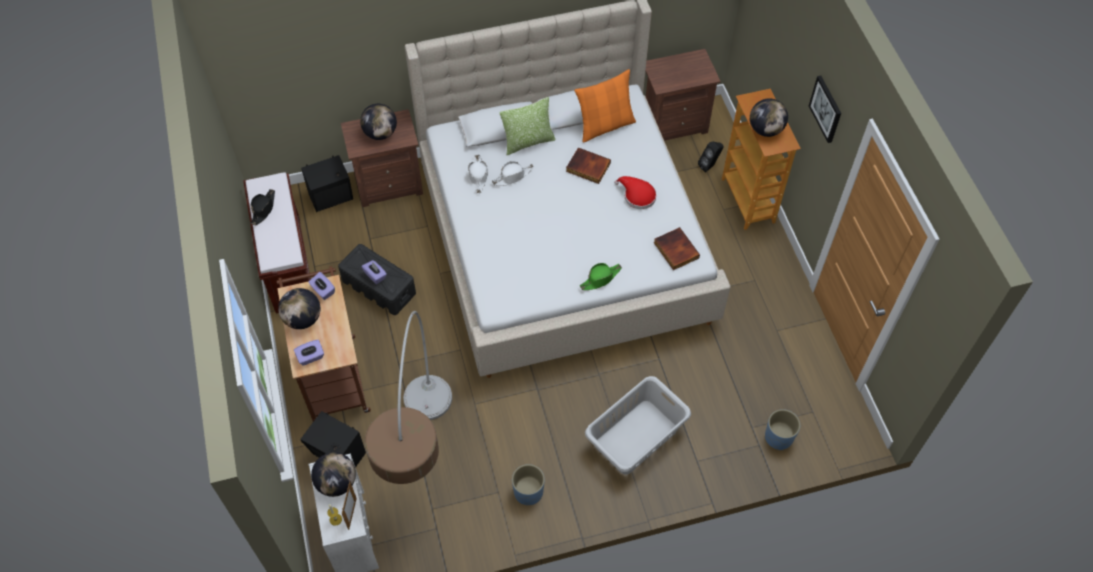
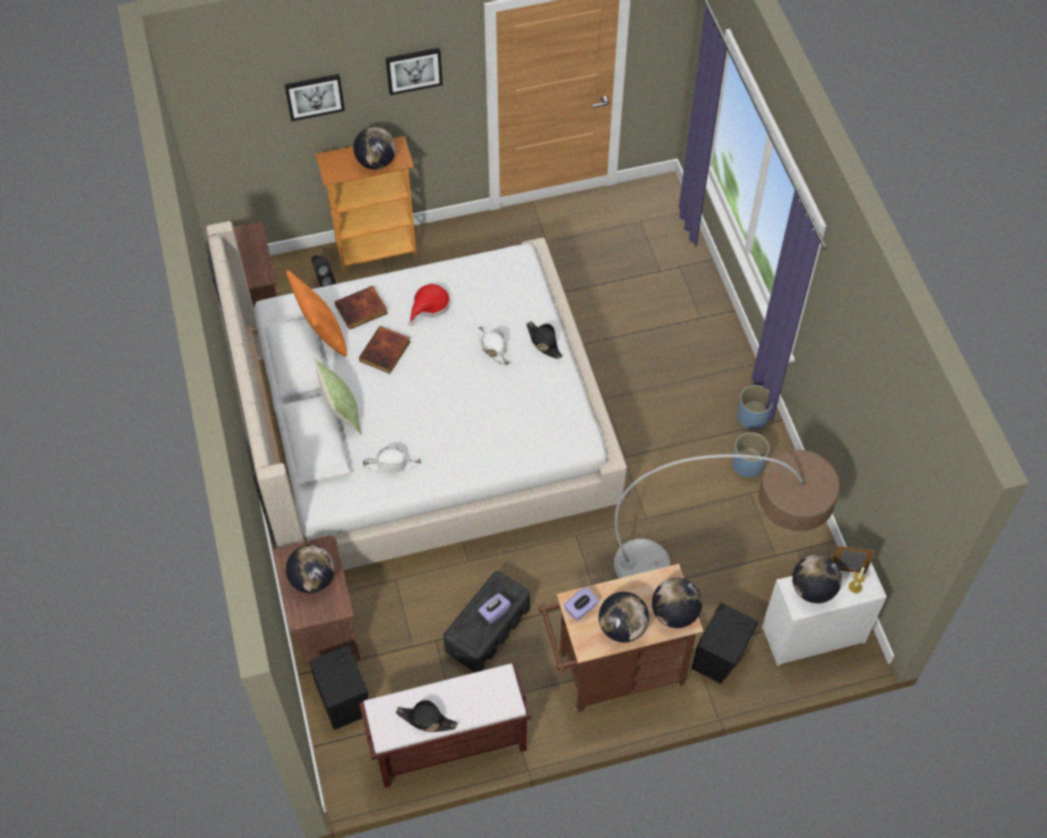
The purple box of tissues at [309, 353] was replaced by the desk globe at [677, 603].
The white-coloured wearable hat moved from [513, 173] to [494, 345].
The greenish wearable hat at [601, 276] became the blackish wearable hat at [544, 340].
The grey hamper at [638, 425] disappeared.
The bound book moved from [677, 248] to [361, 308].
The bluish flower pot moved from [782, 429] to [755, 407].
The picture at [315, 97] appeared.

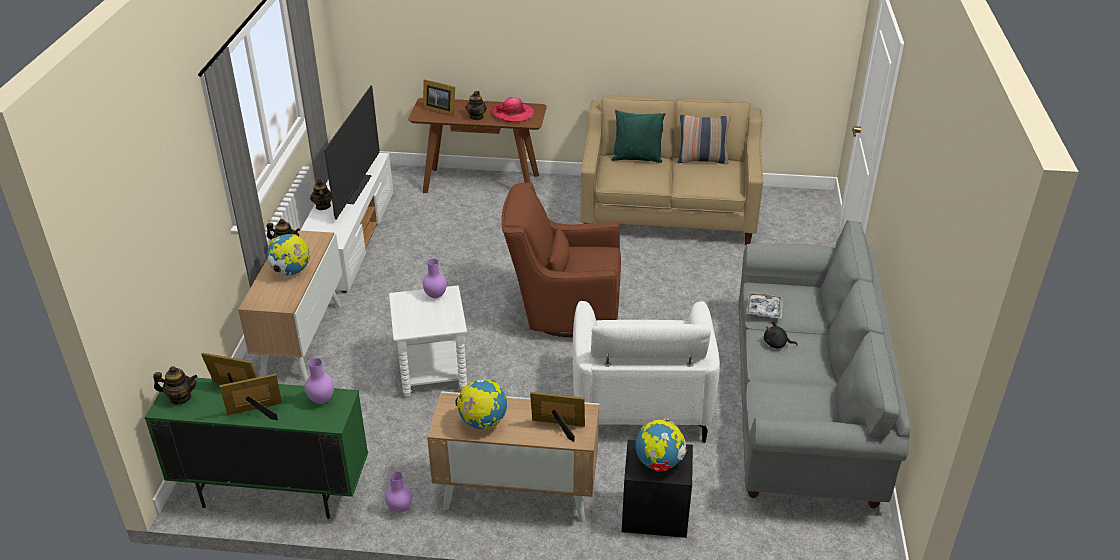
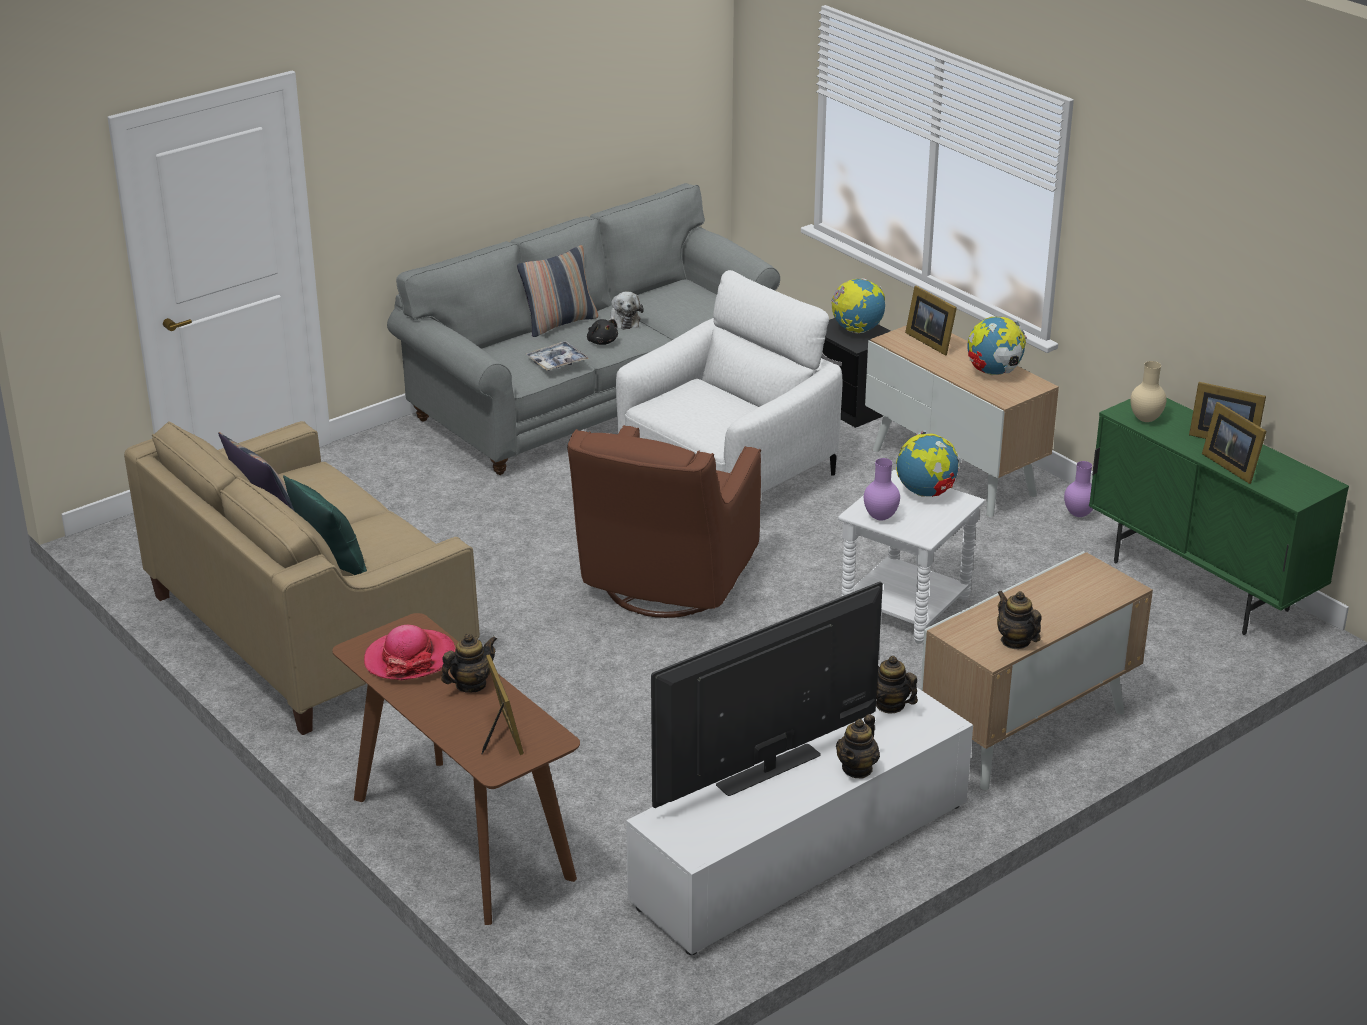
The teapot moved from [175, 385] to [897, 685].
The desk globe moved from [288, 255] to [928, 463].
The purple decorative vase at [319, 381] became the beige decorative vase at [1148, 391].
The brown-coloured lounge chair at [561, 259] turned 60 degrees clockwise.
The cushion at [557, 291] appeared.
The plush toy at [626, 311] appeared.

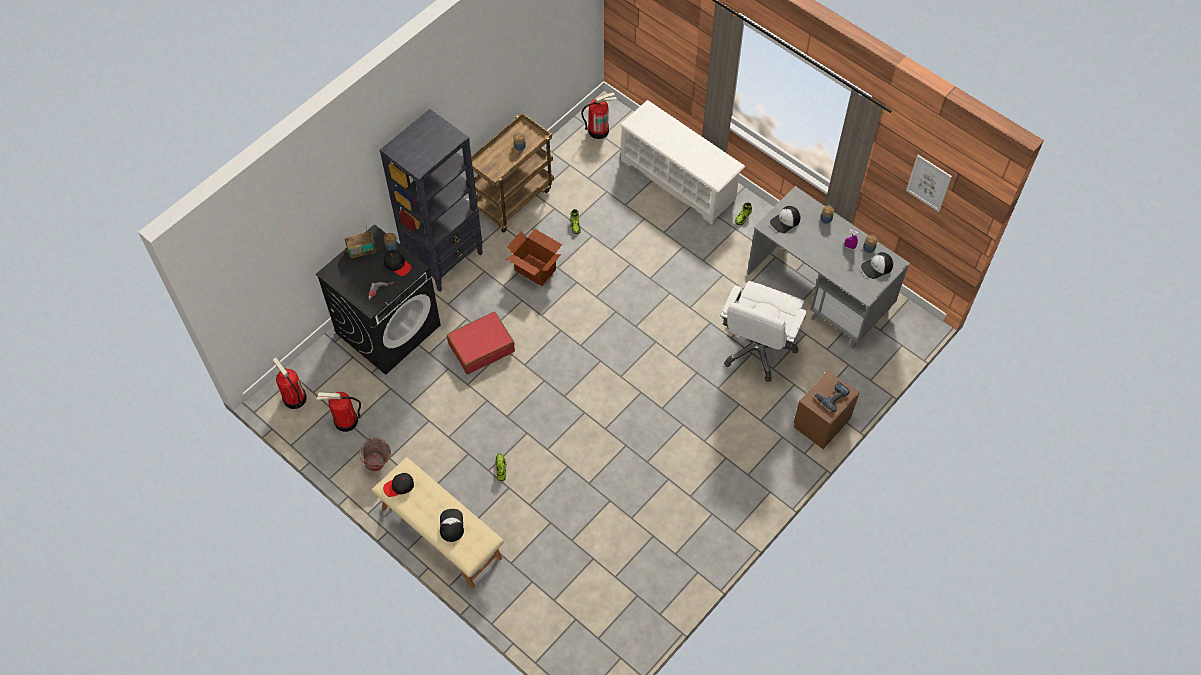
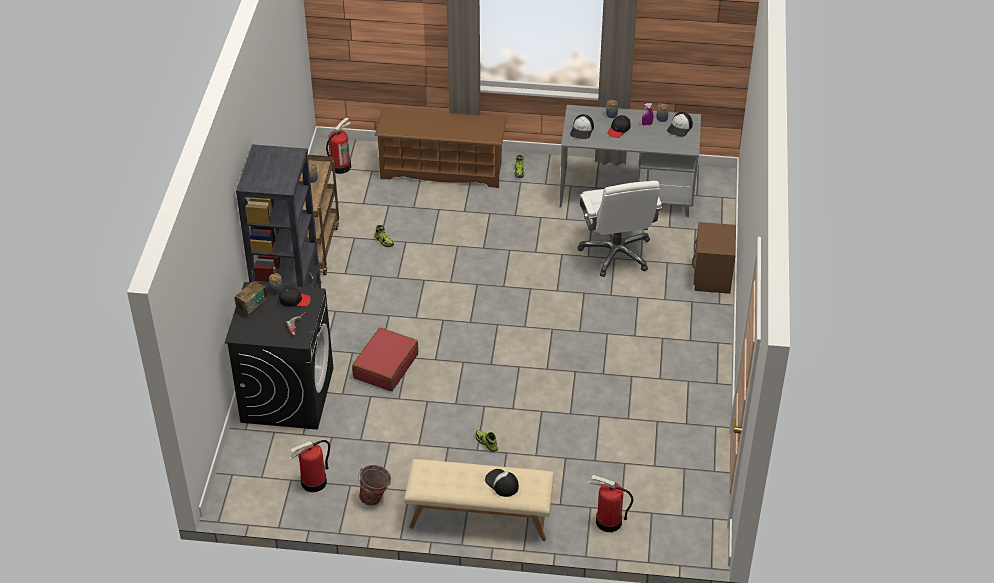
The extinguisher moved from [289, 383] to [610, 503].
The blackish cap moved from [398, 485] to [618, 126].
The packing box at [534, 257] disappeared.
The white-coloured shoe shelf at [682, 162] became the brown-coloured shoe shelf at [441, 148].
The electric drill at [832, 396] disappeared.
The picture at [929, 183] disappeared.

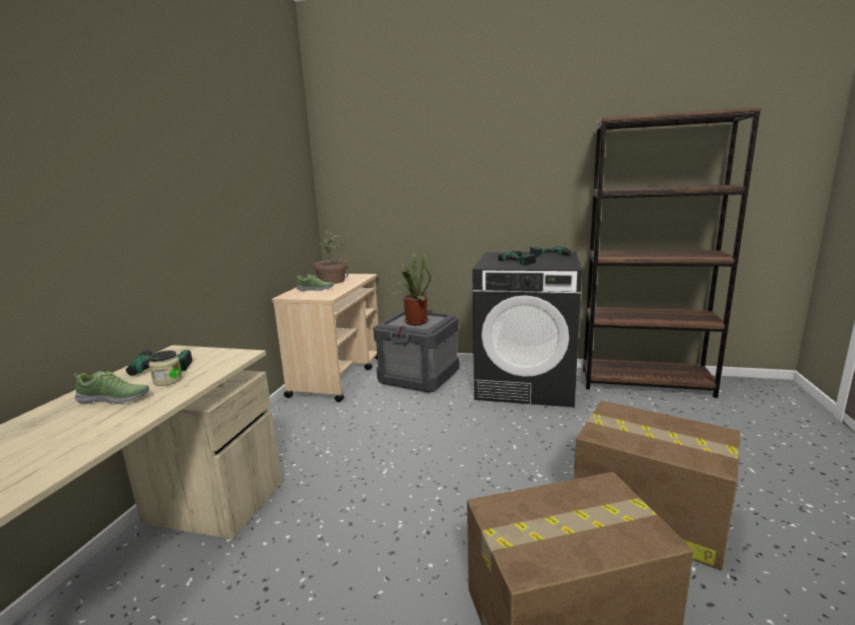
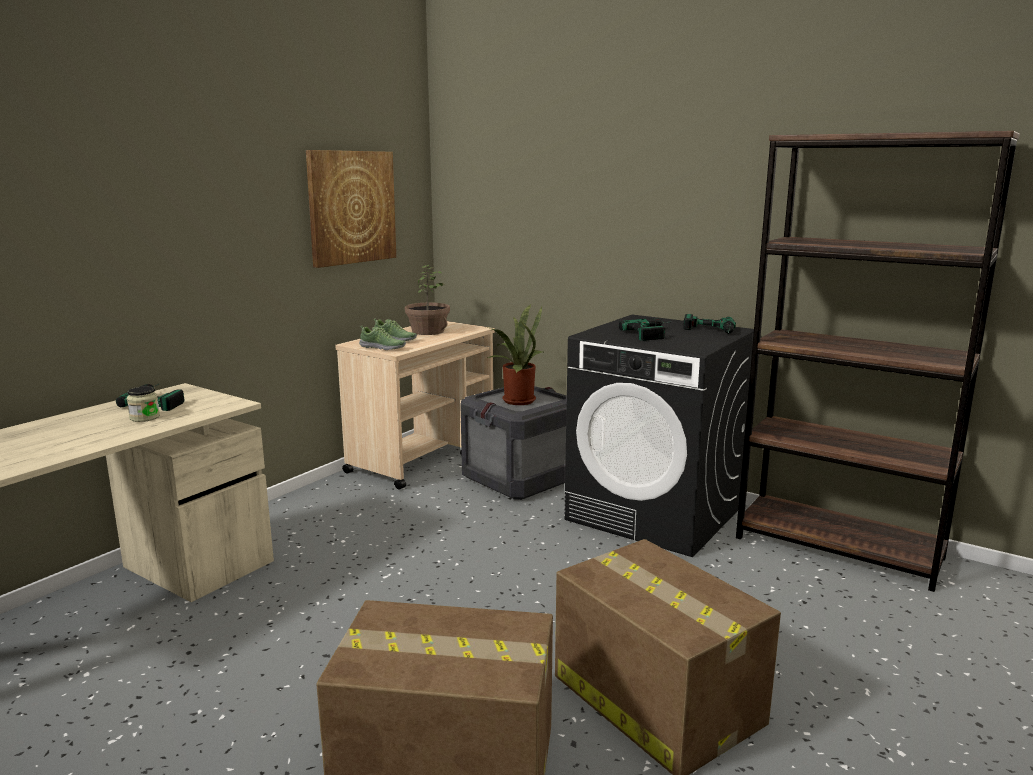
The low shoe moved from [111, 387] to [382, 338].
The picture at [351, 209] appeared.

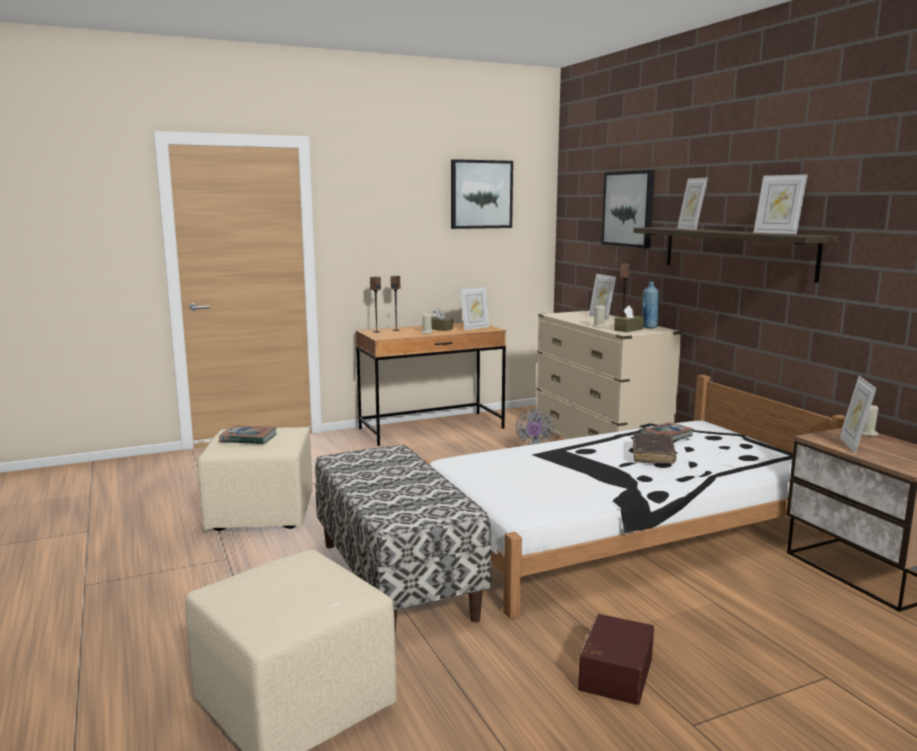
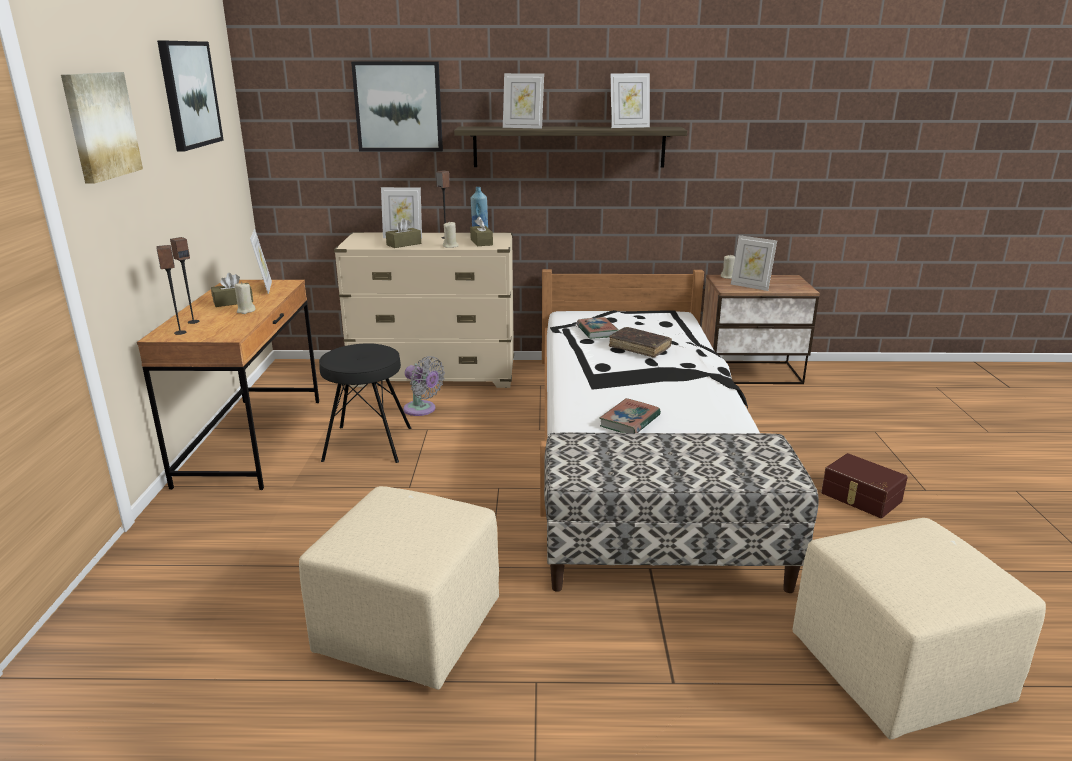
The bound book moved from [248, 434] to [630, 415].
The picture at [102, 128] appeared.
The blackish stool at [365, 403] appeared.
The brown-coloured box of tissues at [403, 233] appeared.

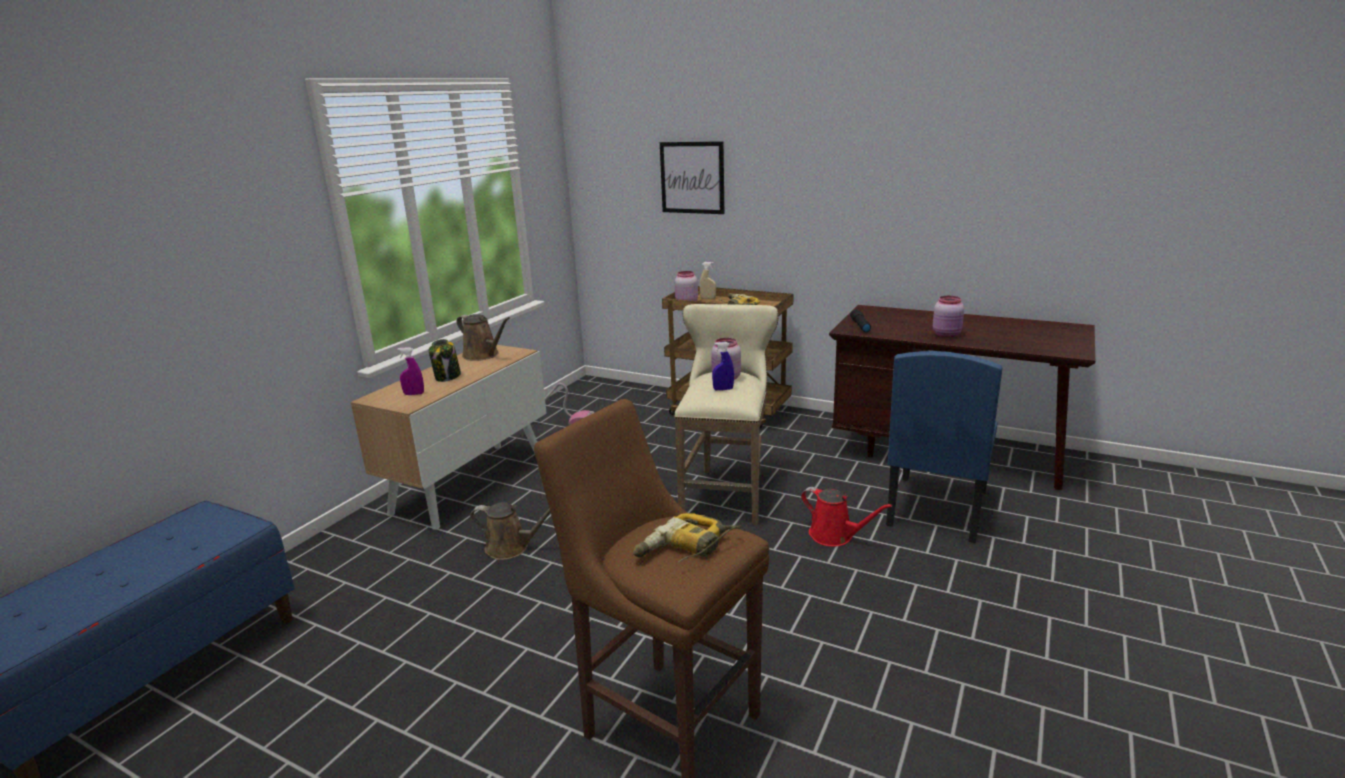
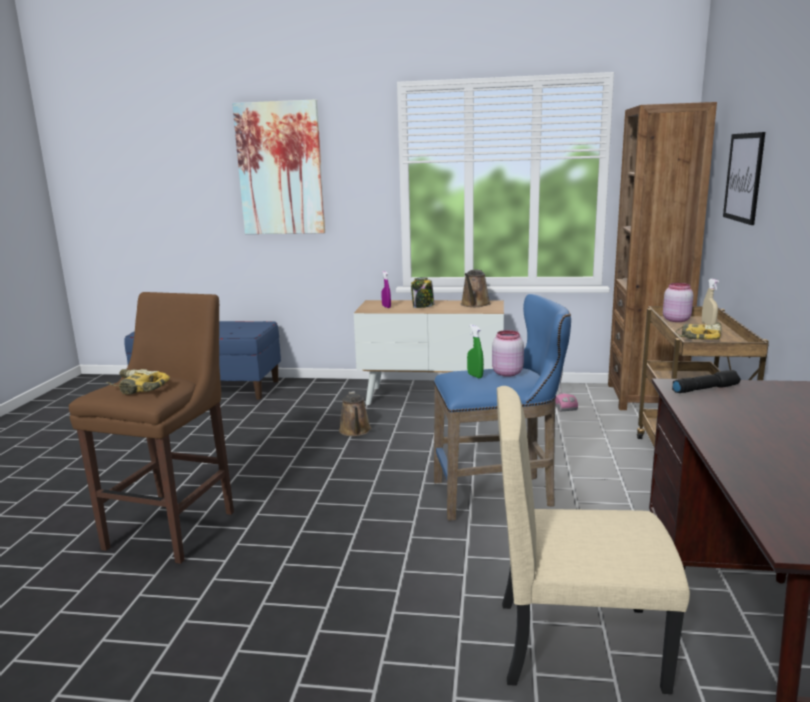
The beige stool at [726, 414] became the bluish stool at [502, 407].
The bluish spray bottle at [723, 366] became the greenish spray bottle at [475, 351].
The reddish sprinkling can at [846, 517] disappeared.
The bluish plain chair at [944, 447] became the beige plain chair at [593, 540].
The pink-coloured storage jar at [948, 316] disappeared.
The picture at [278, 166] appeared.
The brown-coloured shelving unit at [662, 256] appeared.

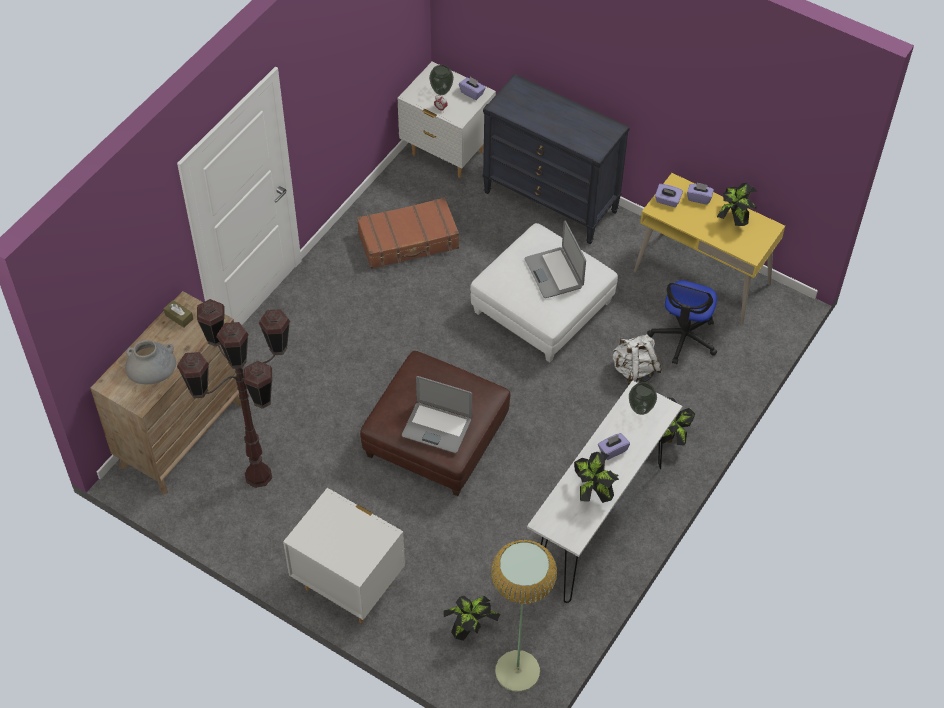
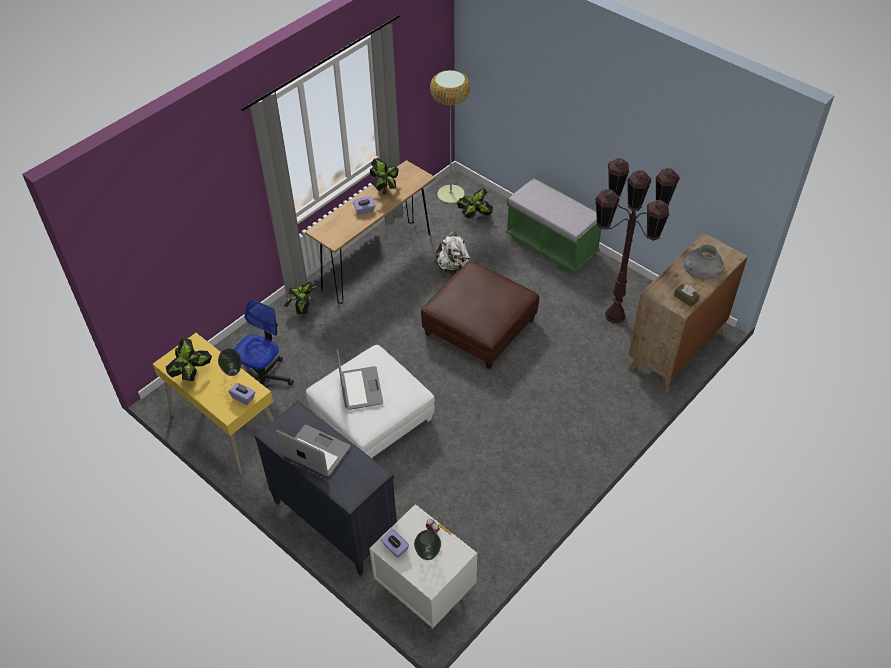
The white-coloured nightstand at [344, 555] was replaced by the greenish long seat at [553, 225].
The brown-coloured suitcase at [408, 233] disappeared.
The portable computer moved from [437, 414] to [313, 450].
The white-coloured narrow table at [604, 491] became the brown-coloured narrow table at [370, 232].
The white-coloured backpack moved from [637, 359] to [452, 252].
The decorative vase moved from [643, 398] to [230, 362].
The purple box of tissues at [700, 193] disappeared.

